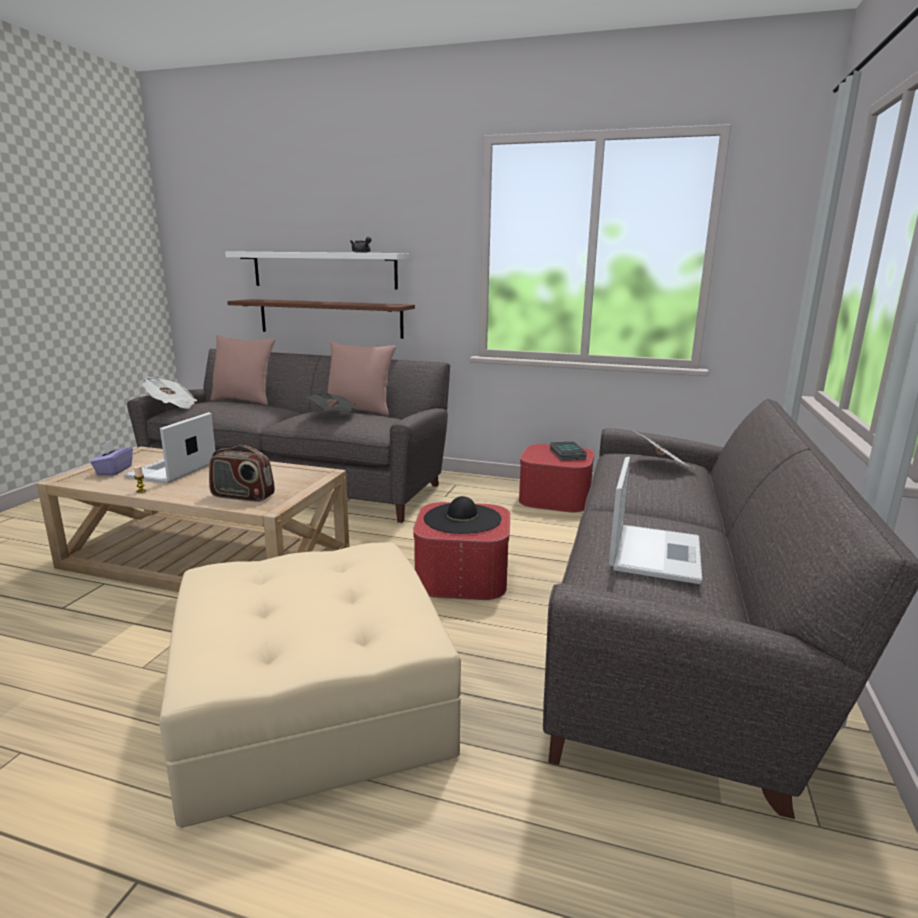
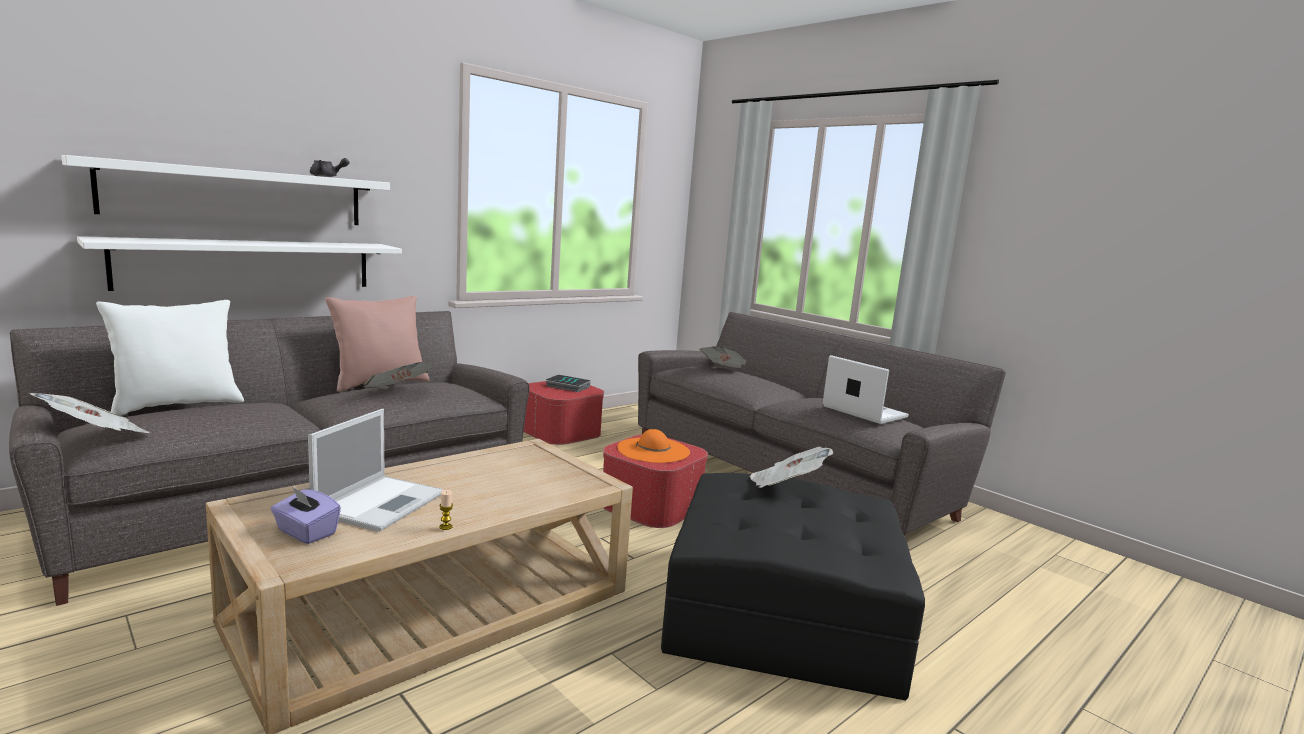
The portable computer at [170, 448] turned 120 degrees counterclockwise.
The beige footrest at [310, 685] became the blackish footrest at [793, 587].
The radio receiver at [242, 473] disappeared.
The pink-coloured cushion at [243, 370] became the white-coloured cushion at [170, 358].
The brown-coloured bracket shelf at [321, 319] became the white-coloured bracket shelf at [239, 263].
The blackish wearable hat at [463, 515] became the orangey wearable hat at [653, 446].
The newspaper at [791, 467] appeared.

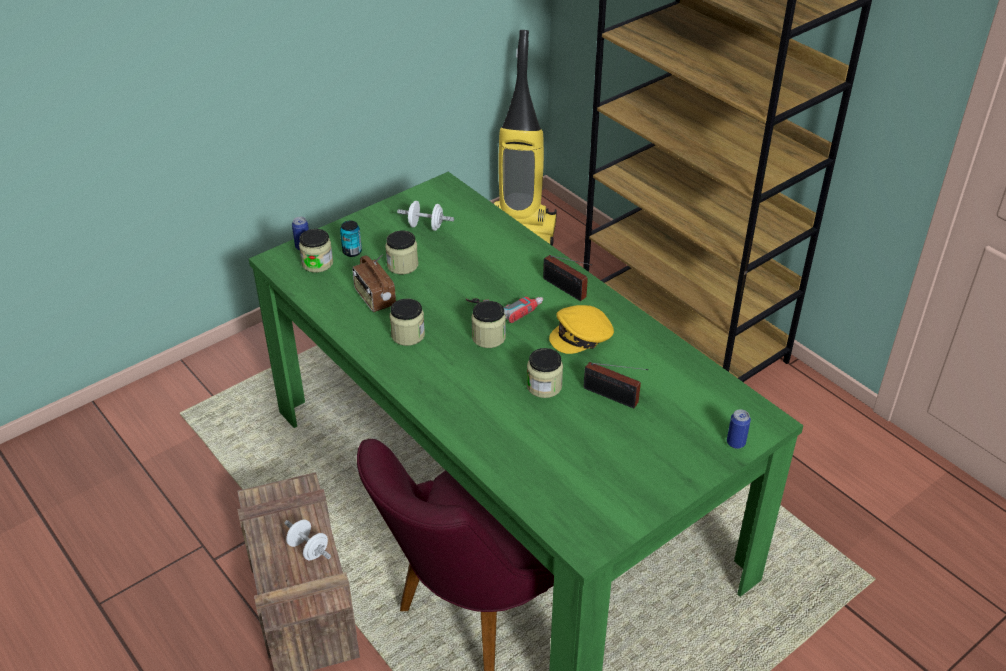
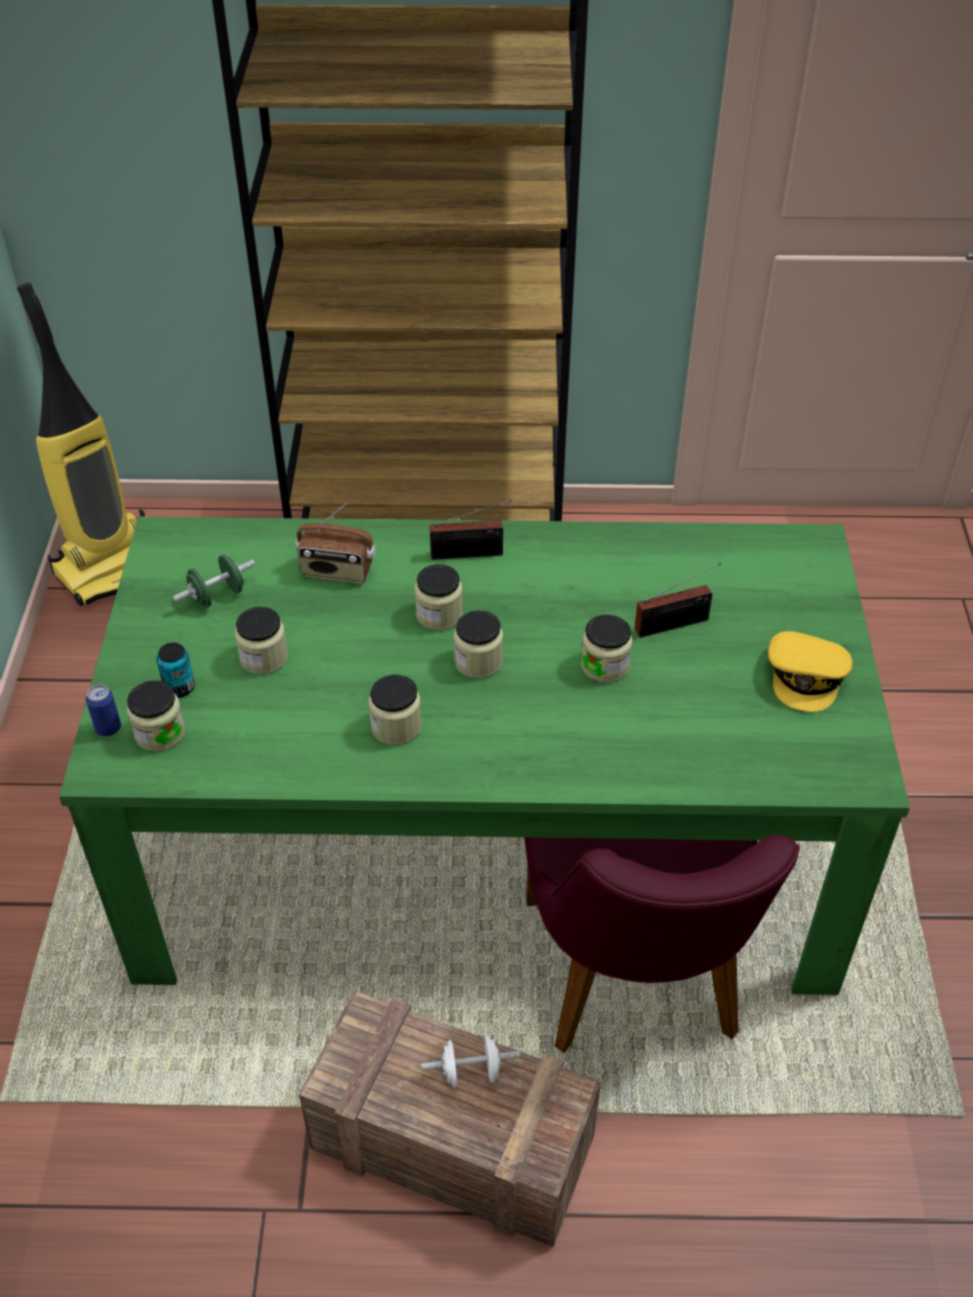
The radio receiver moved from [374, 283] to [335, 543].
The white-coloured free weight at [425, 216] became the greenish free weight at [214, 581].
The electric drill at [504, 310] was replaced by the storage jar at [438, 597].
The yellow cap moved from [581, 329] to [810, 671].
The can at [739, 429] disappeared.

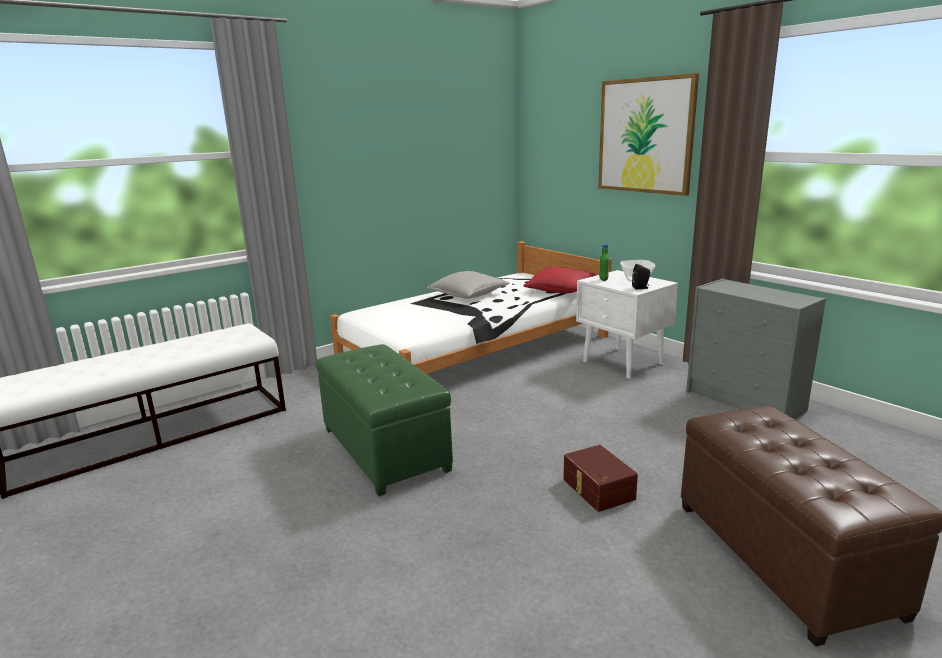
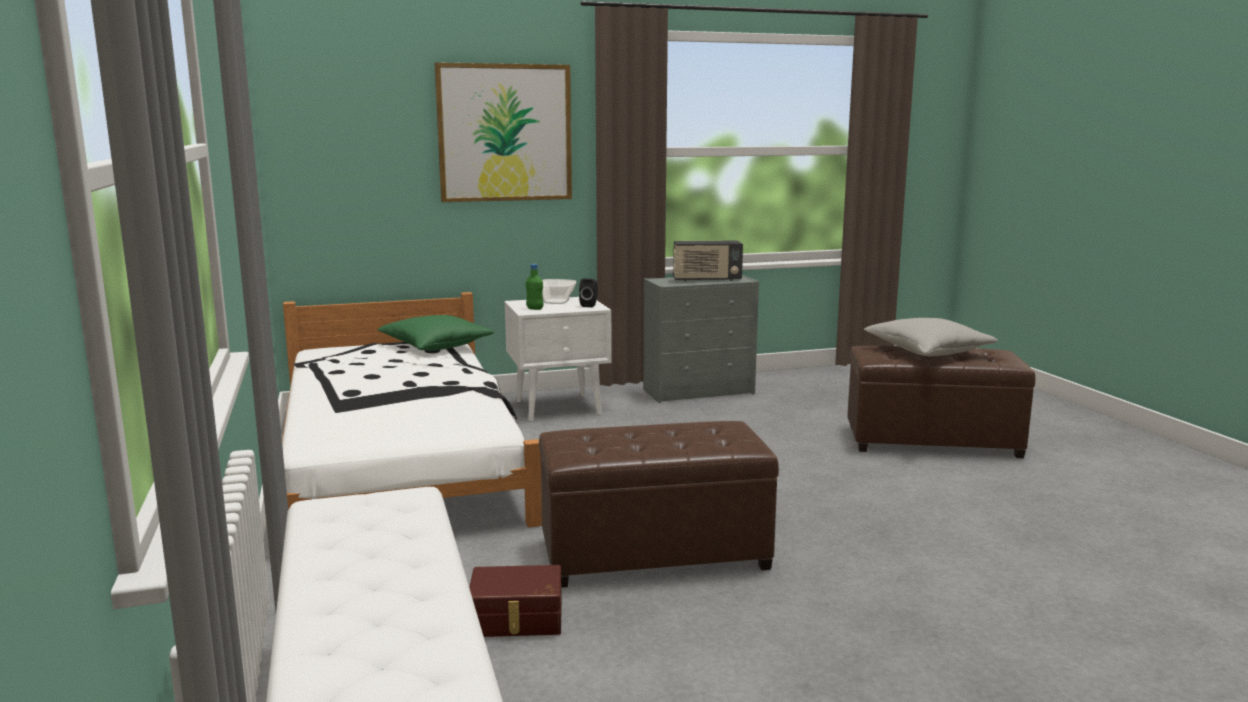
The greenish footrest at [384, 420] became the brown-coloured footrest at [659, 504].
The grey cushion moved from [468, 285] to [931, 337].
The reddish cushion at [559, 280] became the greenish cushion at [435, 333].
The brown-coloured storage bin moved from [600, 478] to [515, 601].
The radio receiver at [708, 261] appeared.

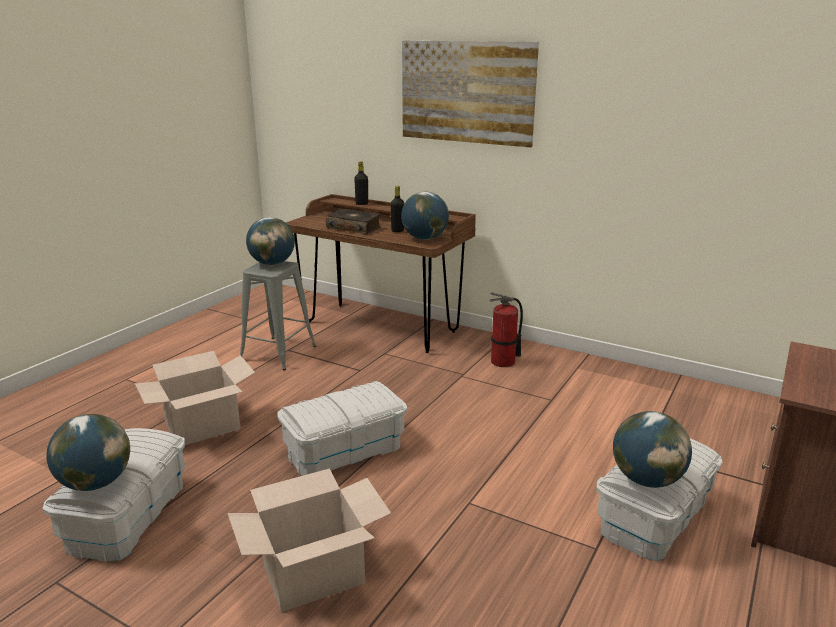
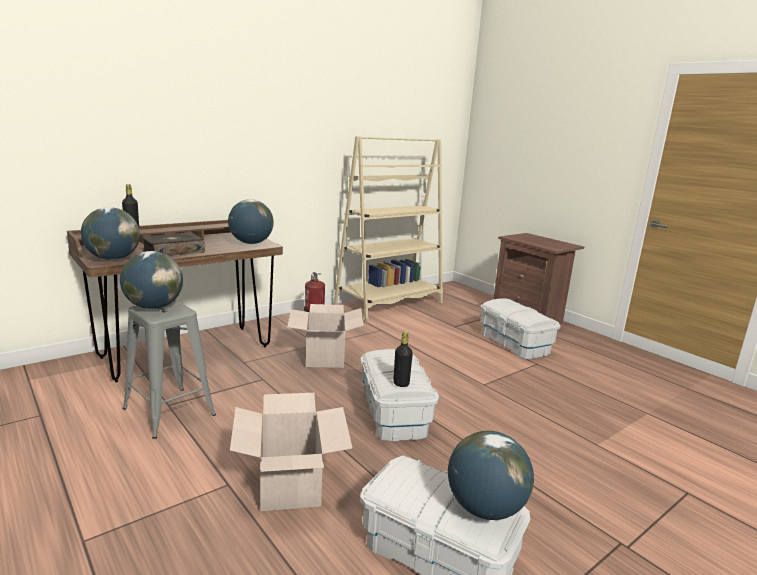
The packing box moved from [309, 540] to [325, 336].
The blackish drink bottle moved from [397, 209] to [403, 359].
The picture at [470, 94] disappeared.
The desk globe moved from [652, 449] to [110, 233].
The beige shelving unit at [388, 228] appeared.

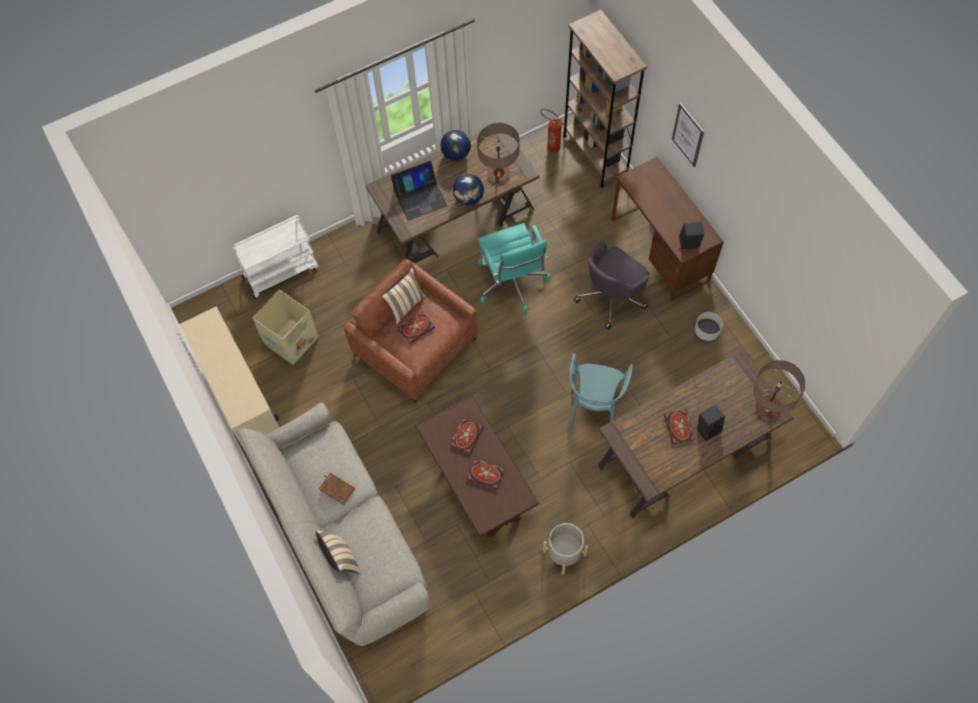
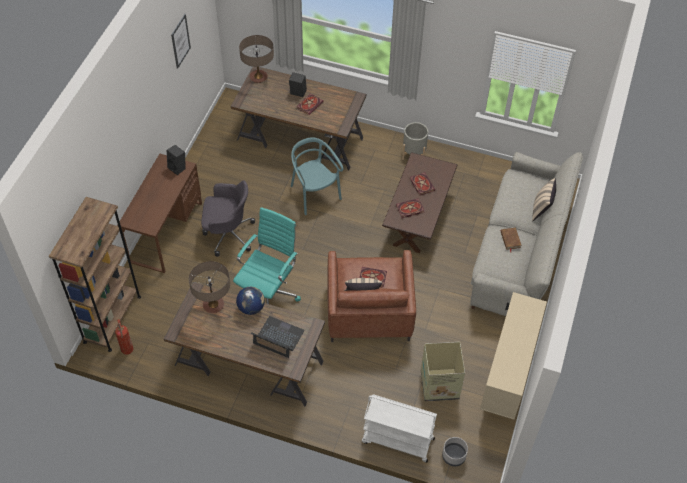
The desk globe at [455, 145] disappeared.
The blue-green plain chair at [600, 391] turned 90 degrees counterclockwise.
The picture moved from [688, 135] to [181, 41].
The grey flower pot moved from [708, 327] to [455, 451].

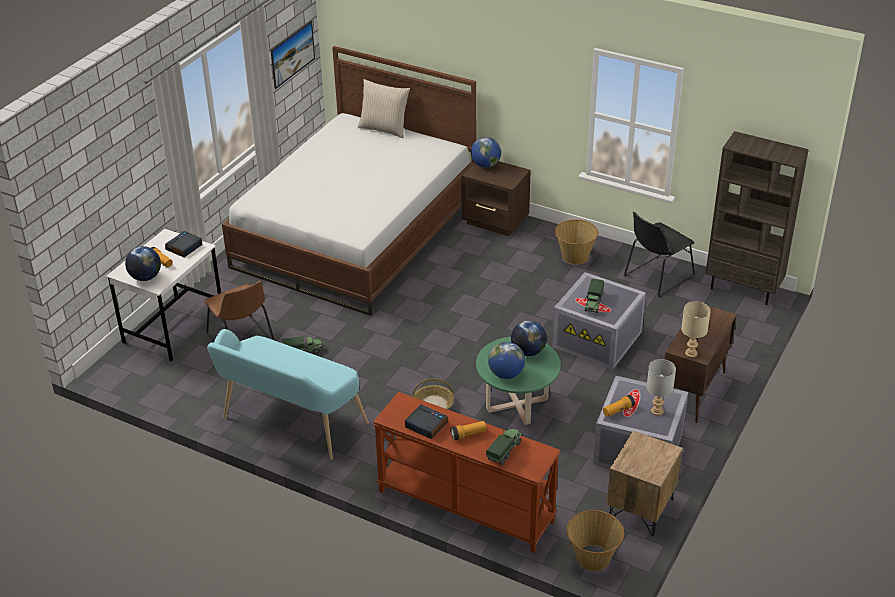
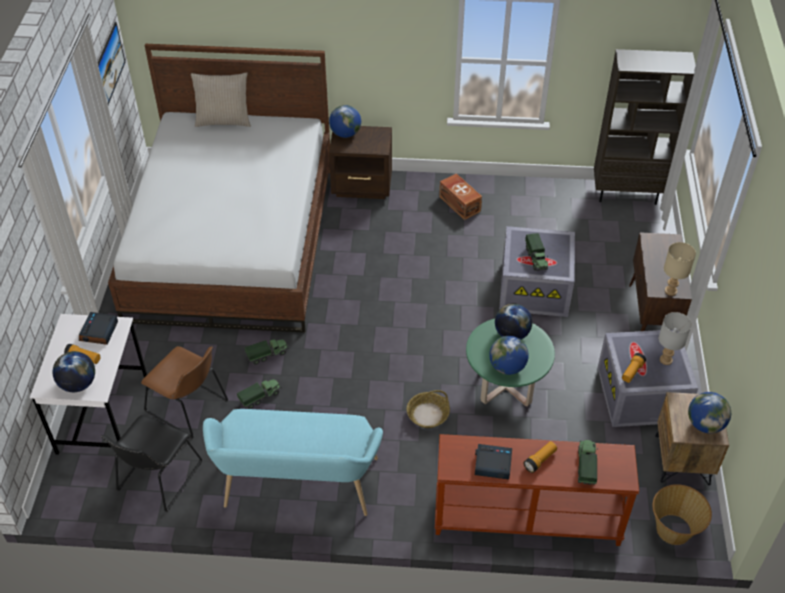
The household basket at [576, 242] was replaced by the brown-coloured storage bin at [460, 196].
The blackish plain chair moved from [659, 255] to [151, 463].
The model truck at [267, 352] appeared.
The desk globe at [709, 412] appeared.

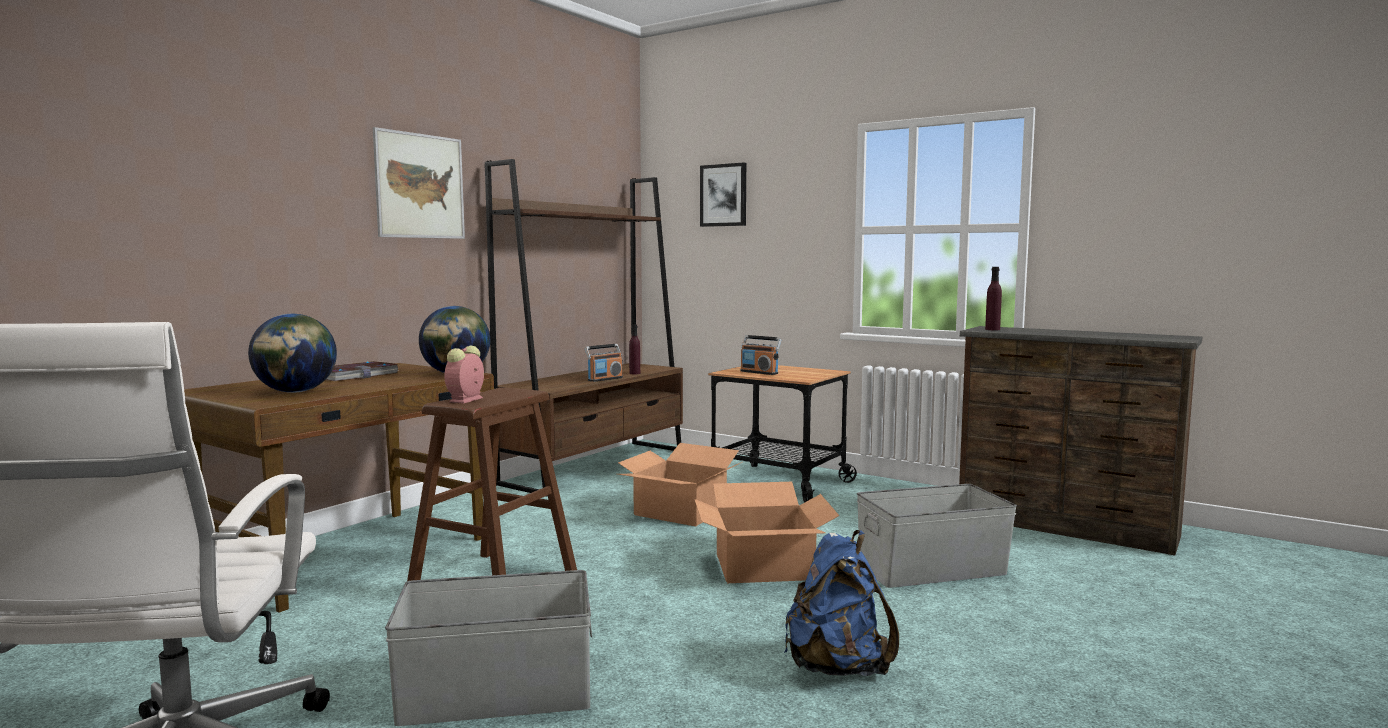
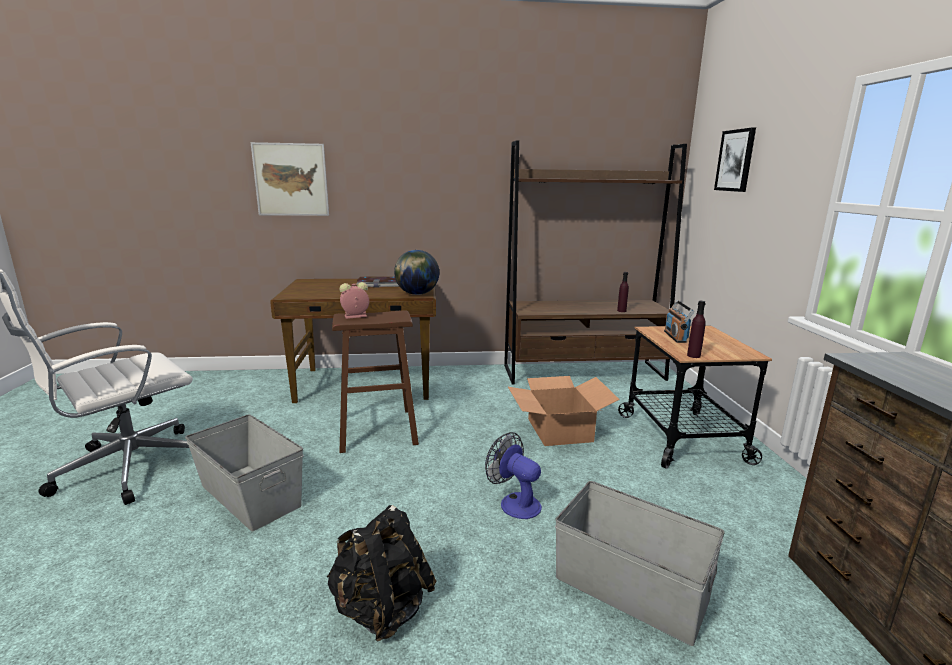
The desk globe at [292, 353] disappeared.
The picture moved from [419, 183] to [289, 179].
The radio receiver at [604, 363] disappeared.
The packing box at [766, 532] was replaced by the cooling fan at [513, 475].
The bluish backpack at [841, 603] became the blackish backpack at [381, 573].
The purple drink bottle moved from [993, 298] to [696, 329].

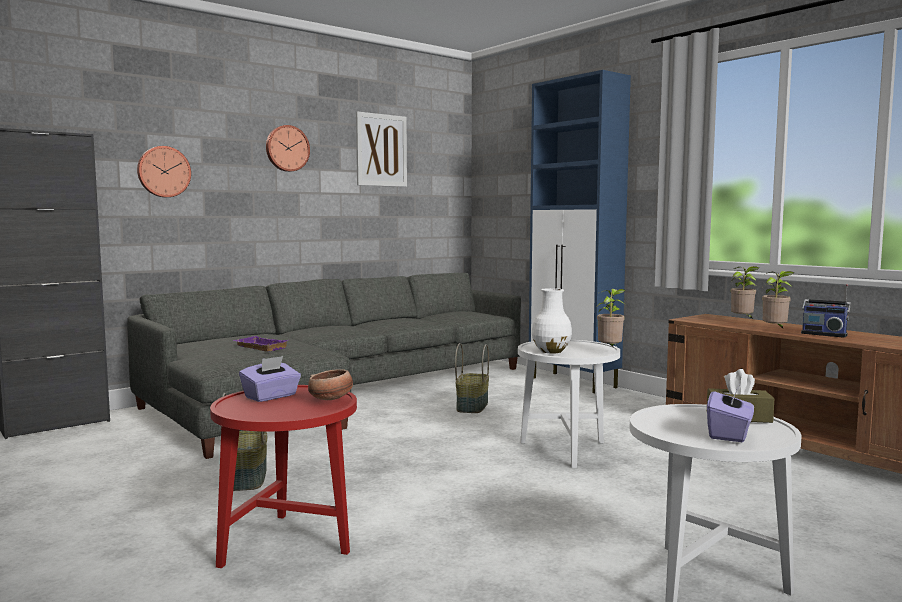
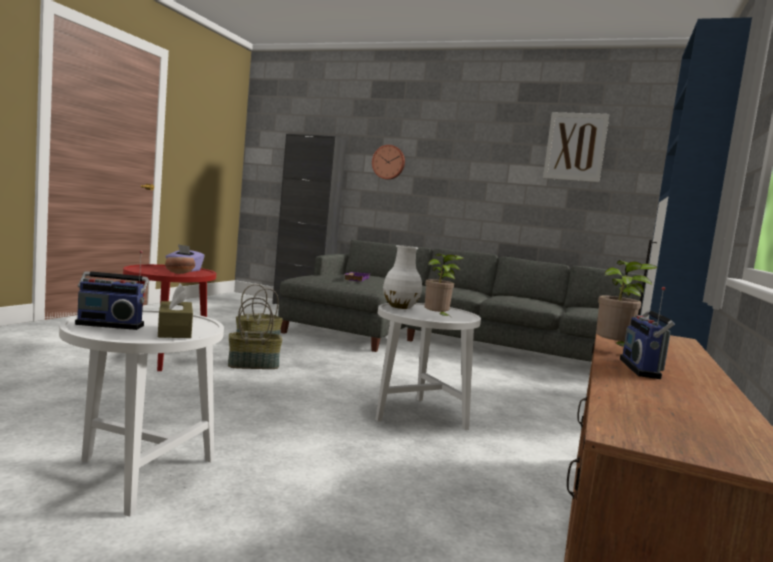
The wall clock at [288, 148] disappeared.
The household basket moved from [472, 378] to [255, 333].
The purple box of tissues at [730, 413] was replaced by the radio receiver at [112, 290].
The plant in a pot at [745, 292] disappeared.

